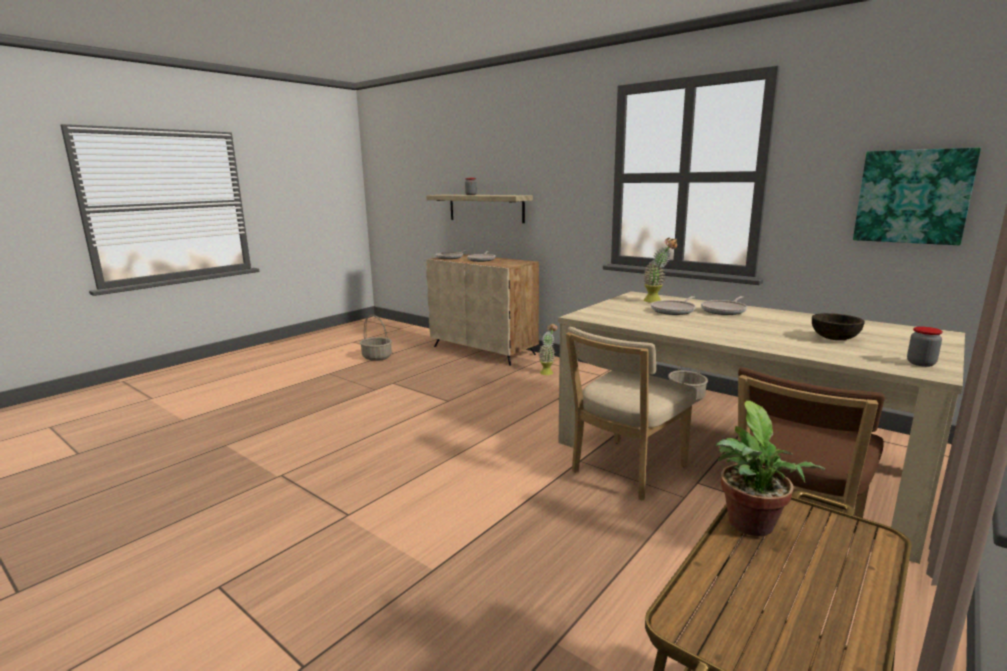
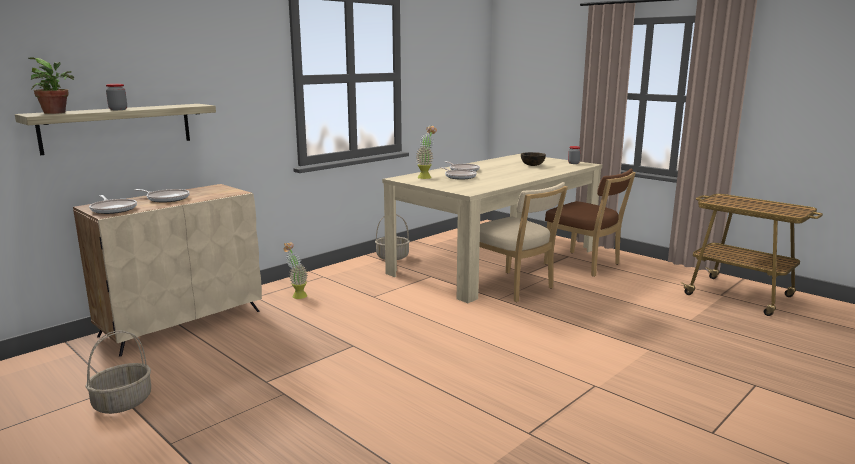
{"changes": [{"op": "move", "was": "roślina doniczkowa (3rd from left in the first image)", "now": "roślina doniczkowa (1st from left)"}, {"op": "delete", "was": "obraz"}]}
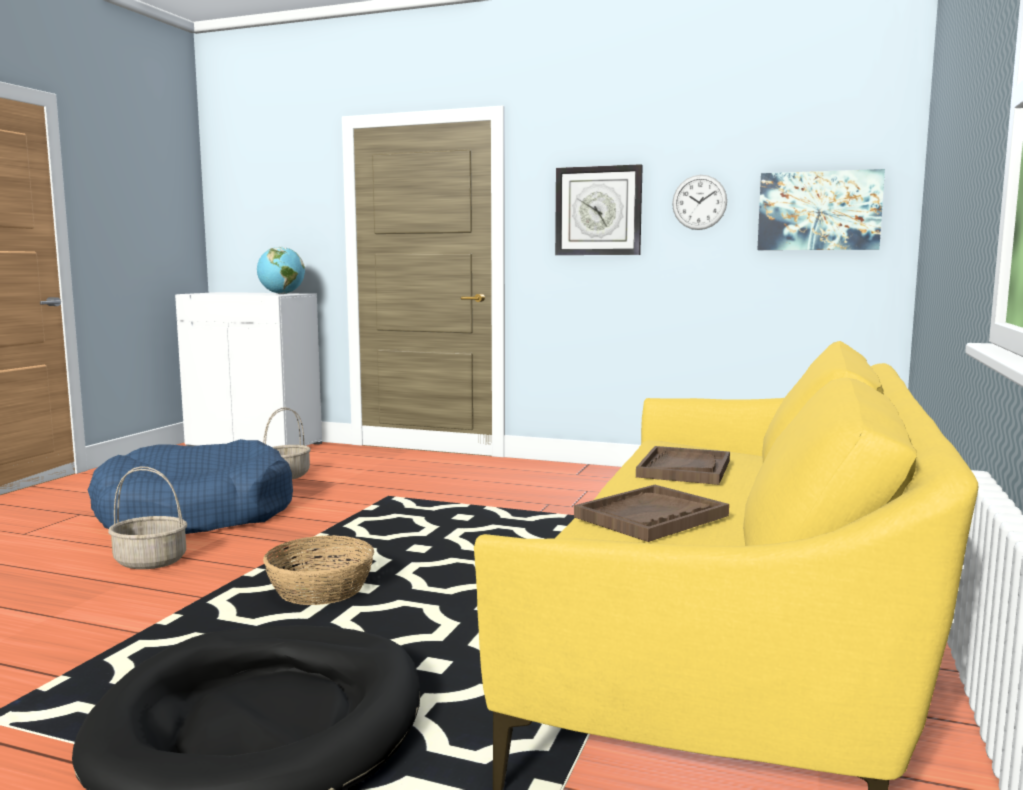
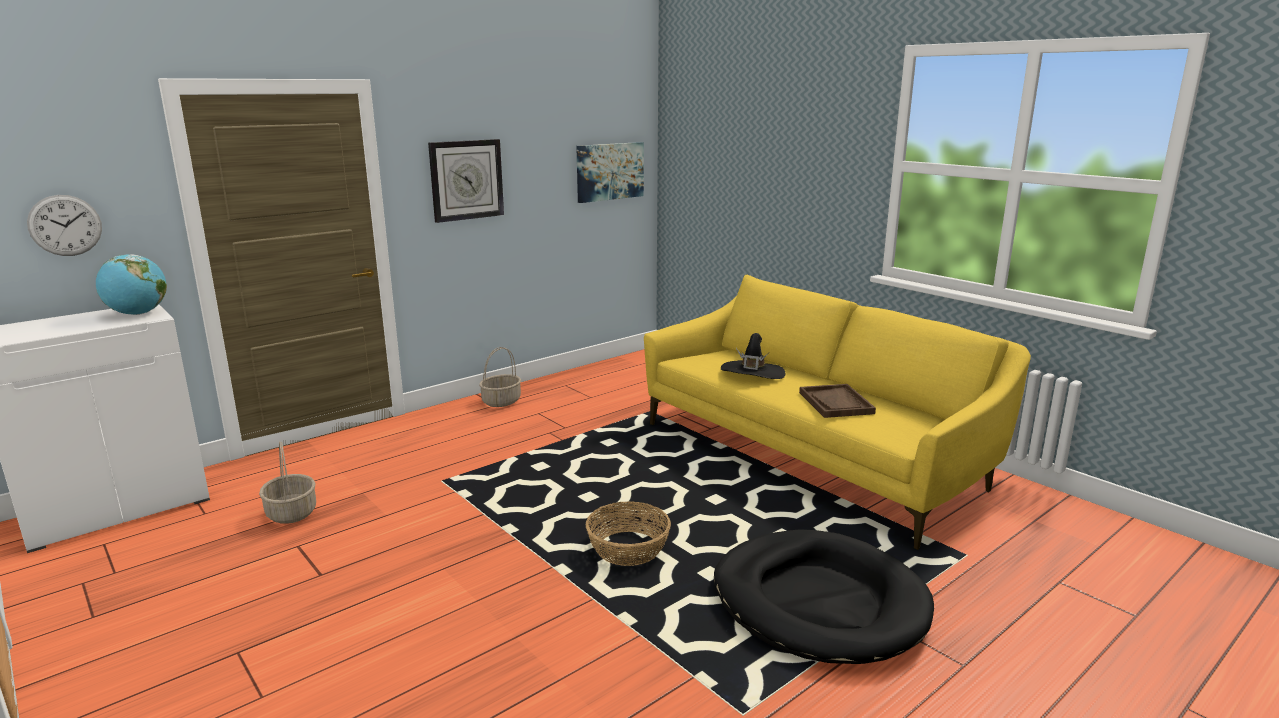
{"changes": [{"op": "delete", "was": "legowisko [niebieski]"}, {"op": "move", "was": "koszyk (1st from left in the first image)", "now": "koszyk (2nd from left)"}, {"op": "replace", "was": "taca [brązowy] (2nd from left)", "now": "kapelusz [czarny]"}, {"op": "move", "was": "zegar ścienny (2nd from left in the first image)", "now": "zegar ścienny (1st from left)"}]}
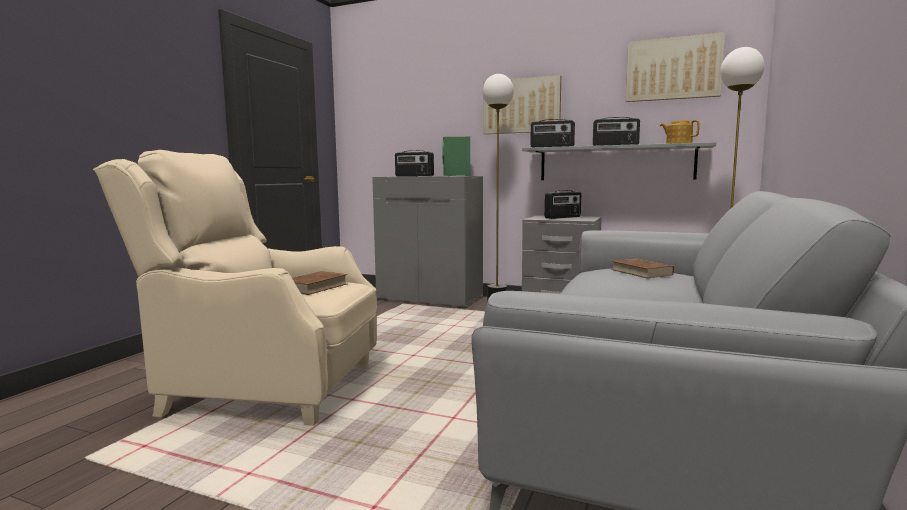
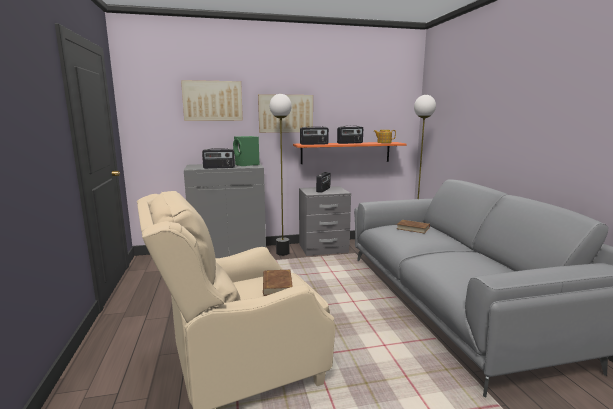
{"changes": [{"op": "recolor", "was": "półka [szary]", "now": "półka [pomarańczowy]"}, {"op": "move", "was": "obraz (2nd from left in the first image)", "now": "obraz (1st from left)"}]}
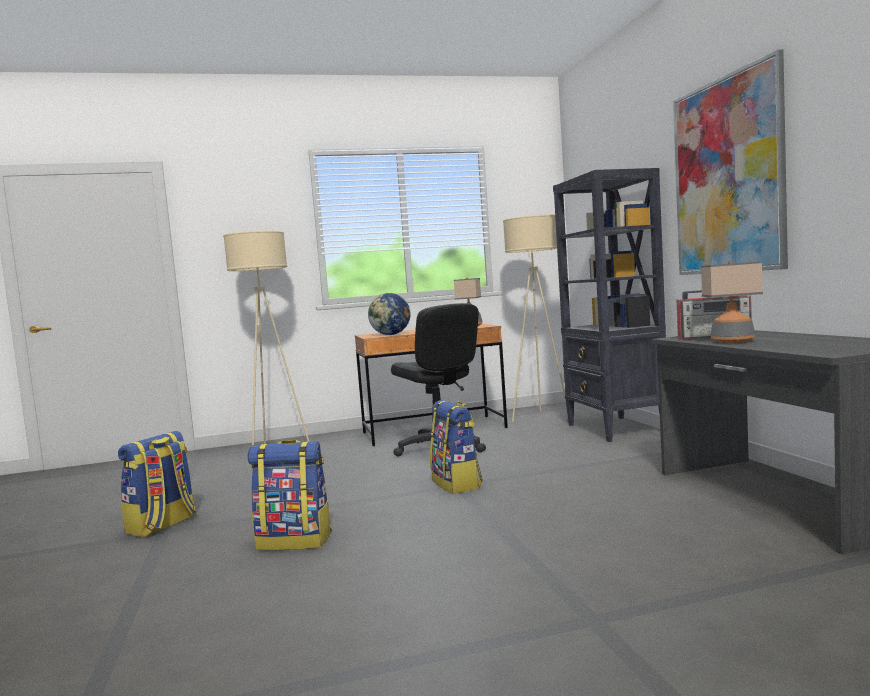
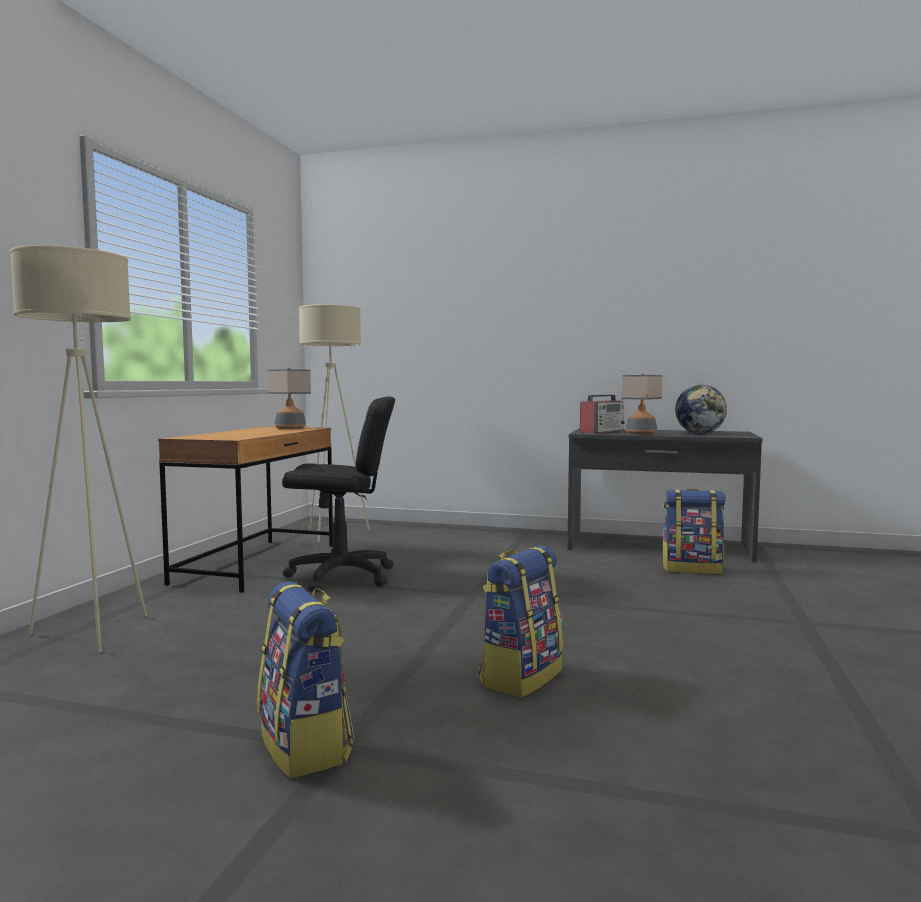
{"changes": [{"op": "move", "was": "globus"}, {"op": "move", "was": "plecak (3rd from left)"}, {"op": "delete", "was": "regał [czarny]"}, {"op": "delete", "was": "obraz"}]}
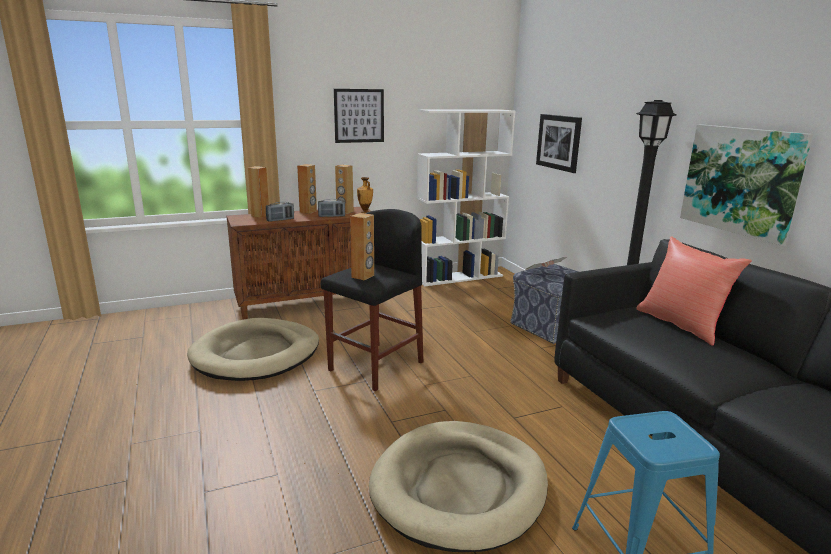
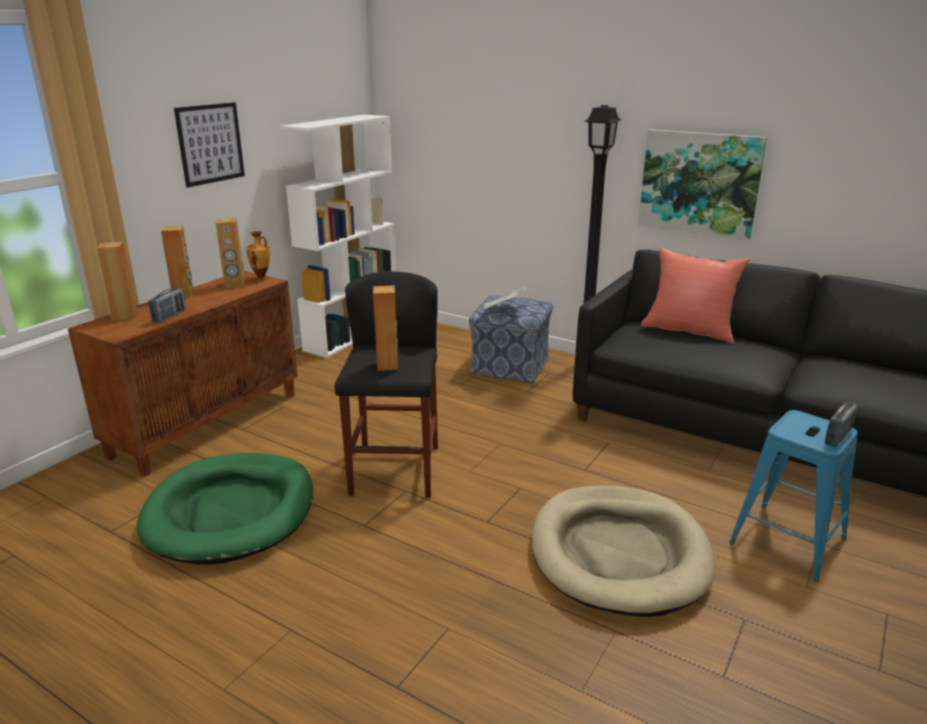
{"changes": [{"op": "recolor", "was": "legowisko [beżowy] (1st from left)", "now": "legowisko [zielony]"}, {"op": "move", "was": "radio (2nd from left)"}, {"op": "delete", "was": "obraz (2nd from left)"}]}
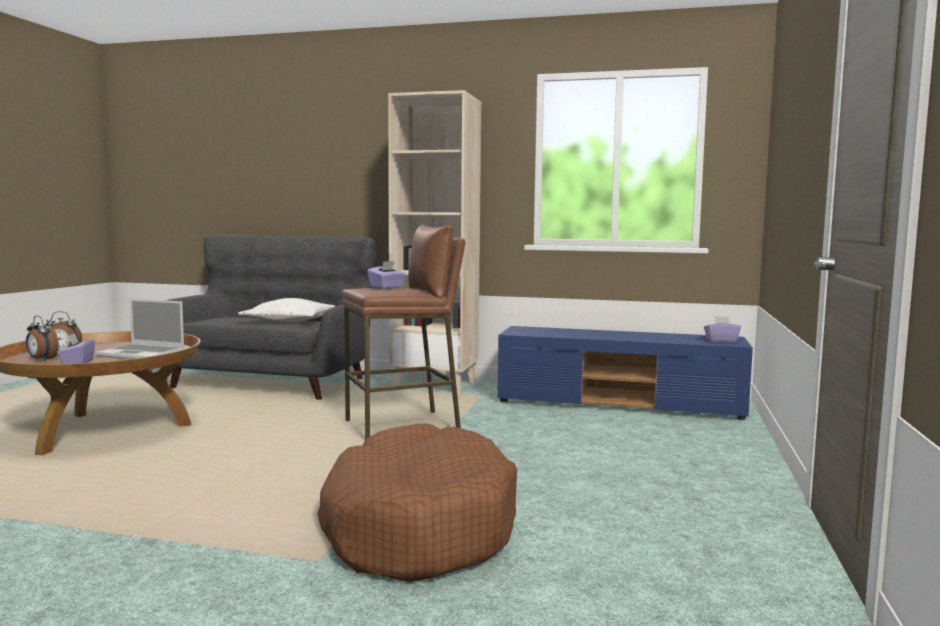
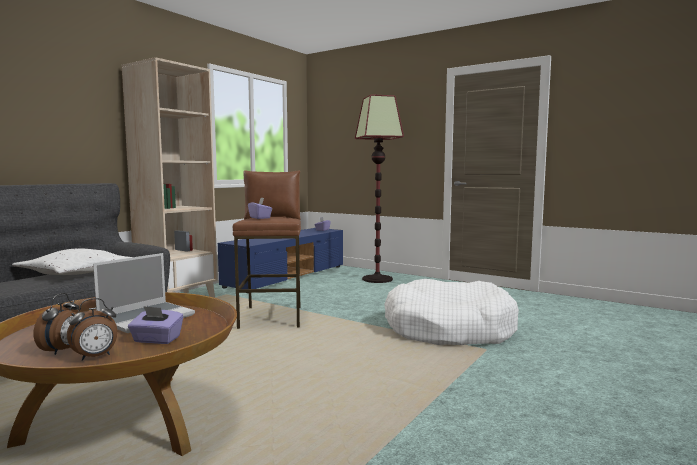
{"changes": [{"op": "recolor", "was": "legowisko [brązowy]", "now": "legowisko [biały]"}, {"op": "insert", "now": "lampa stojąca"}]}
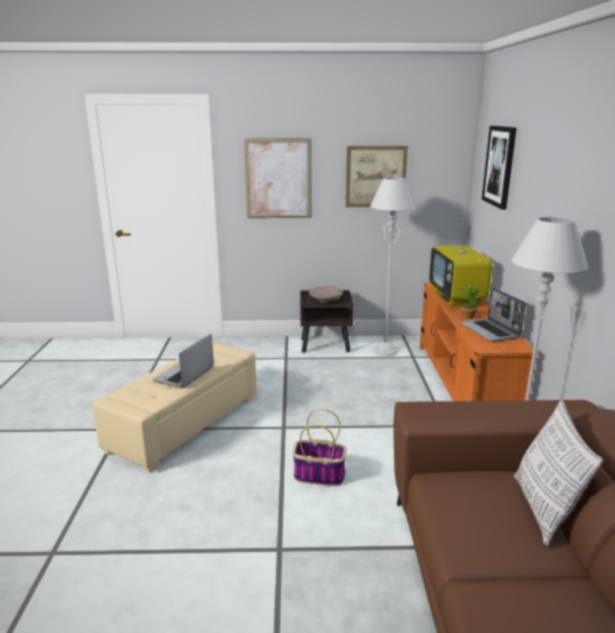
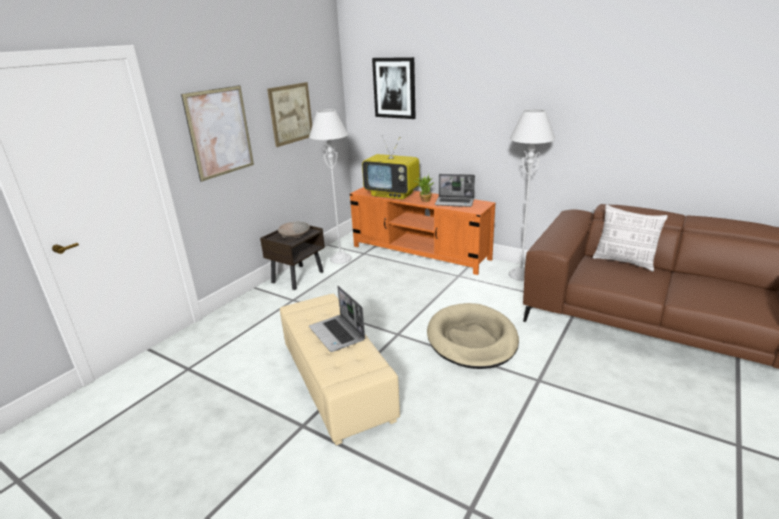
{"changes": [{"op": "replace", "was": "koszyk", "now": "legowisko [beżowy]"}]}
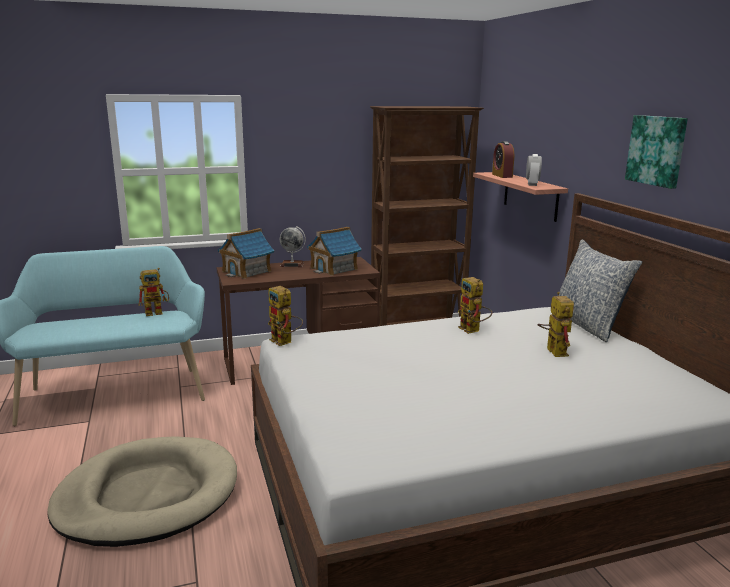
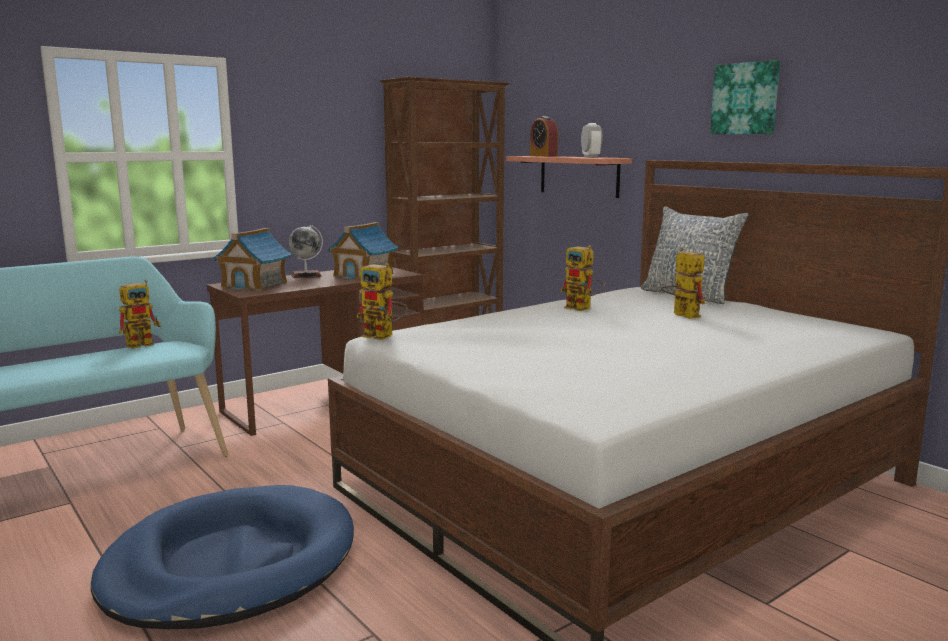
{"changes": [{"op": "recolor", "was": "legowisko [beżowy]", "now": "legowisko [niebieski]"}]}
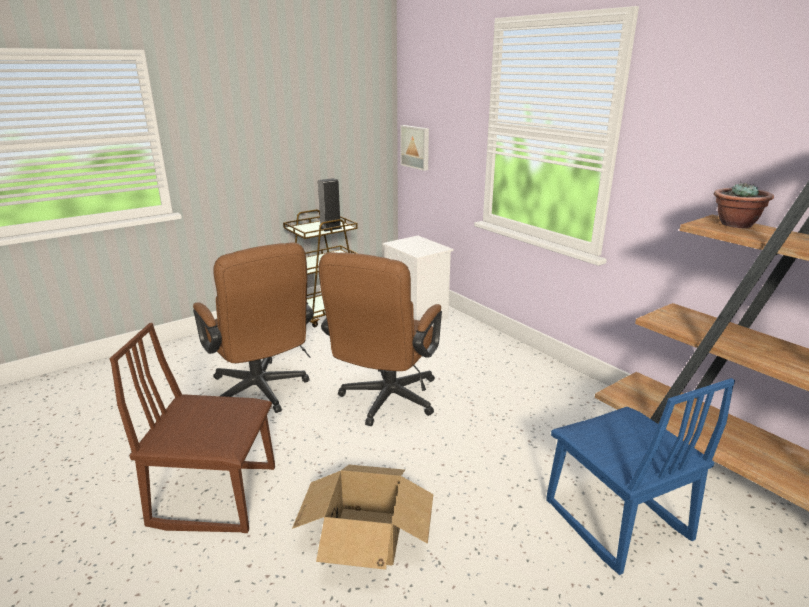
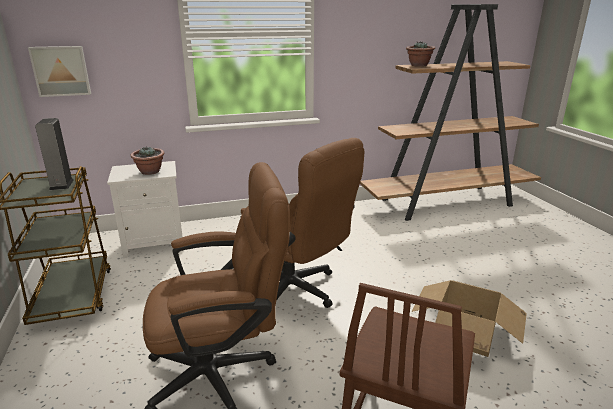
{"changes": [{"op": "delete", "was": "krzesło [niebieski]"}, {"op": "insert", "now": "roślina doniczkowa (1st from left)"}]}
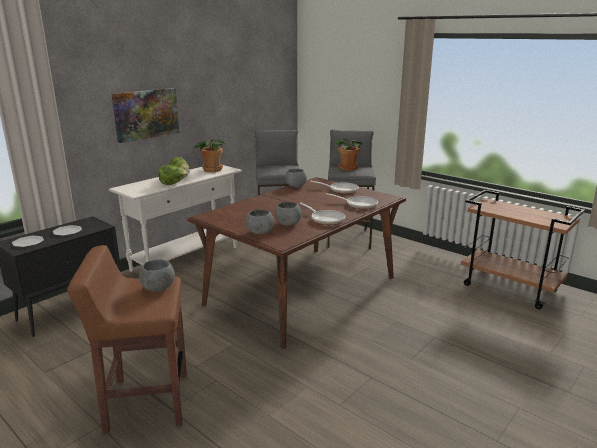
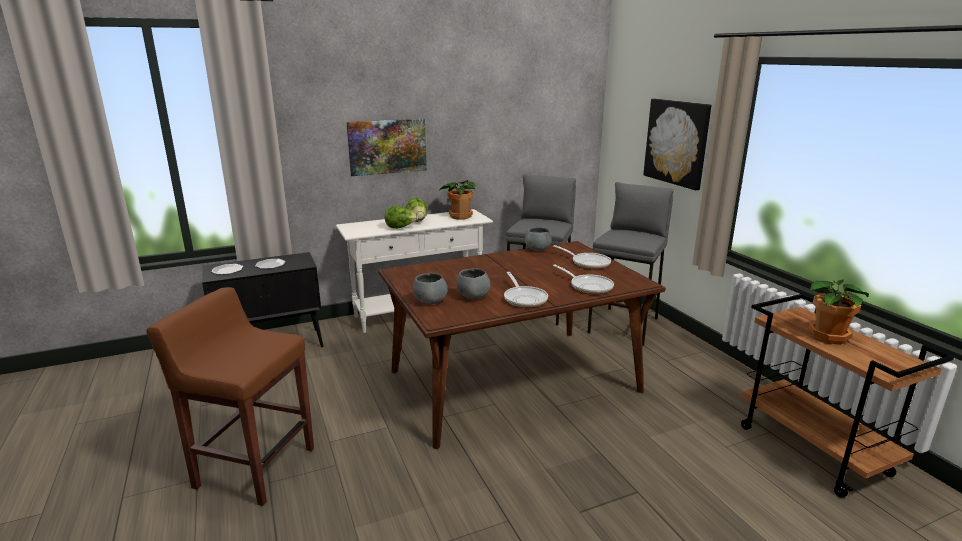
{"changes": [{"op": "delete", "was": "miska [szary] (1st from left)"}, {"op": "move", "was": "roślina doniczkowa (2nd from left)"}, {"op": "insert", "now": "obraz (2nd from left)"}]}
